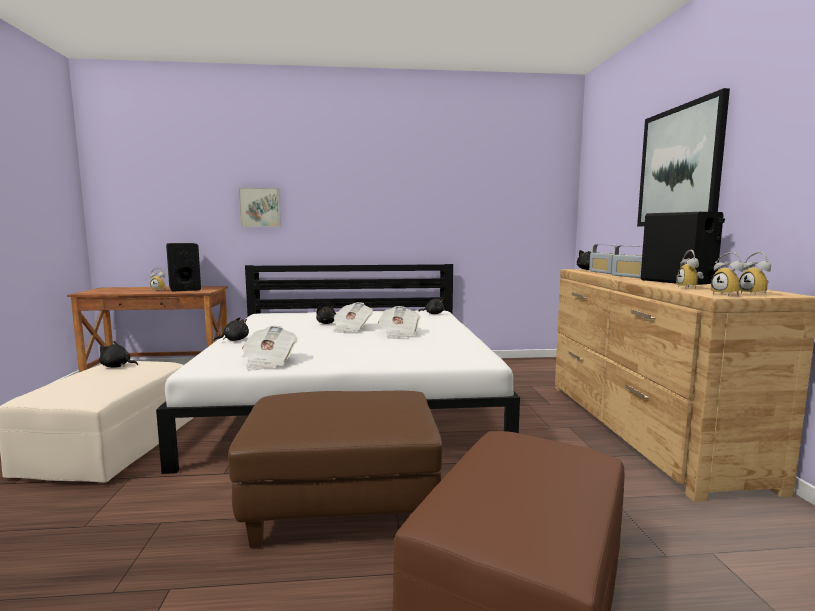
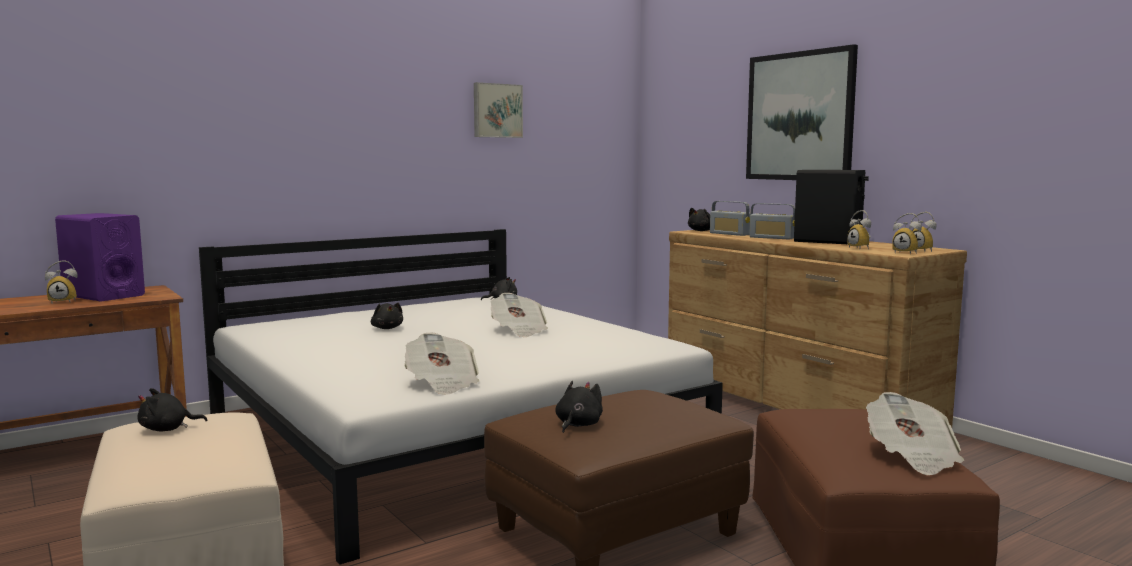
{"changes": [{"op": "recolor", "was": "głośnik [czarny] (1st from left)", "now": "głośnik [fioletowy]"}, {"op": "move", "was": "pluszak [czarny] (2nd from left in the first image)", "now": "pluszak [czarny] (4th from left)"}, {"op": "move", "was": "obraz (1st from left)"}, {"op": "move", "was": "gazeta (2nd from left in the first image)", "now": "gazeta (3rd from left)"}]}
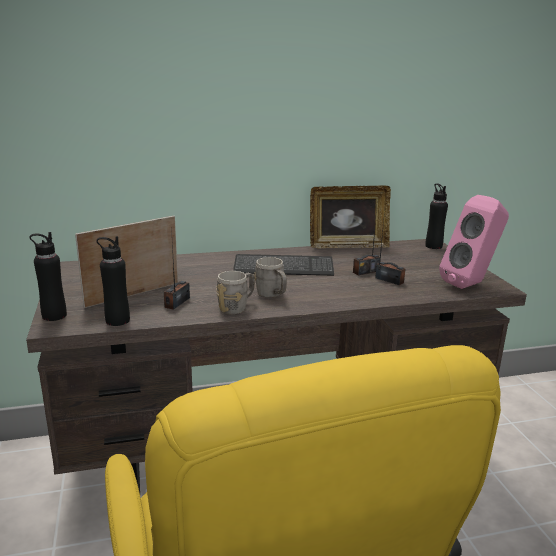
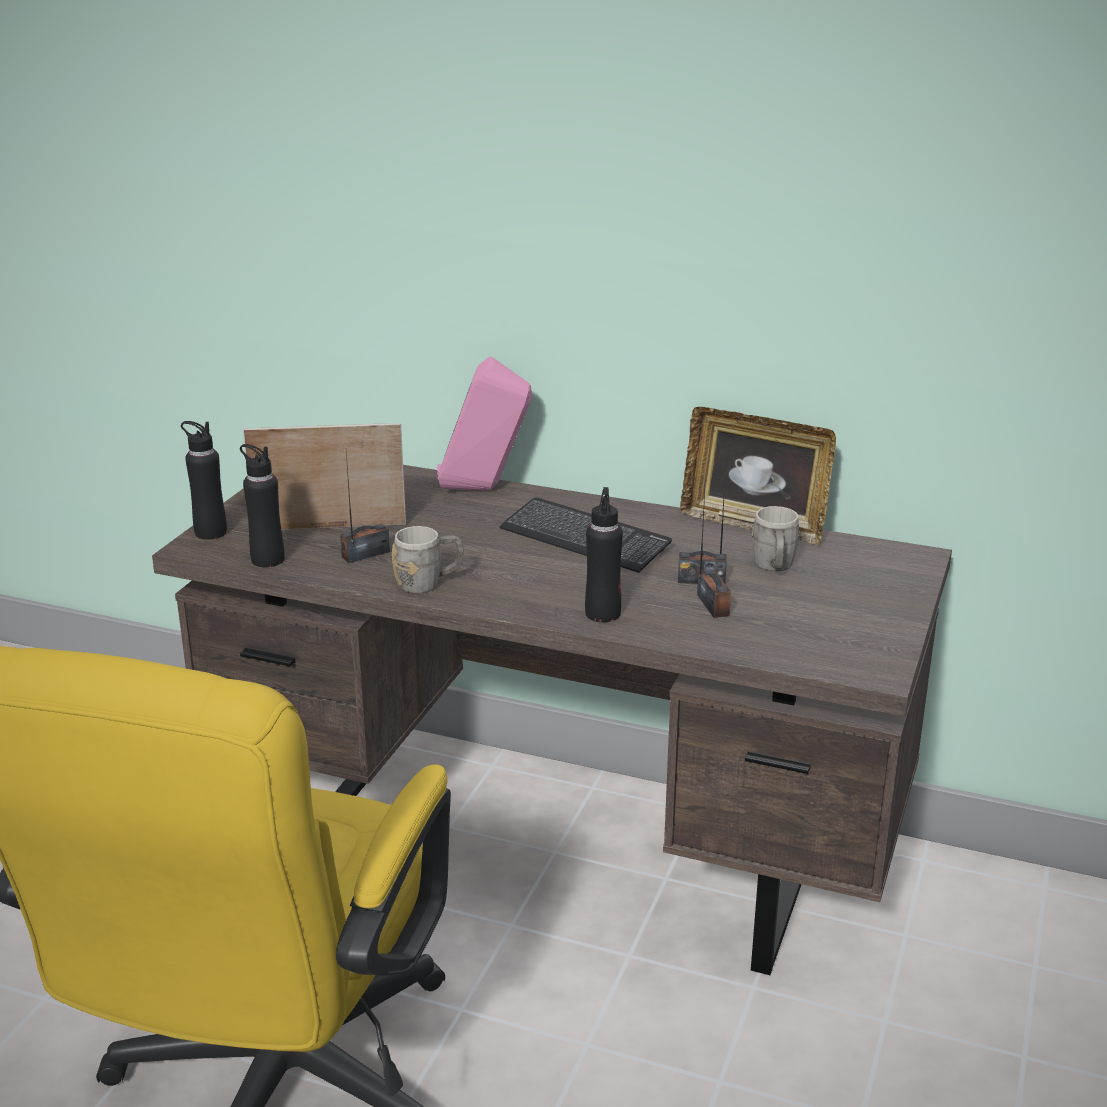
{"changes": [{"op": "move", "was": "kubek [szary] (2nd from left)"}, {"op": "move", "was": "butelka [czarny] (3rd from left)"}, {"op": "move", "was": "głośnik [różowy]"}]}
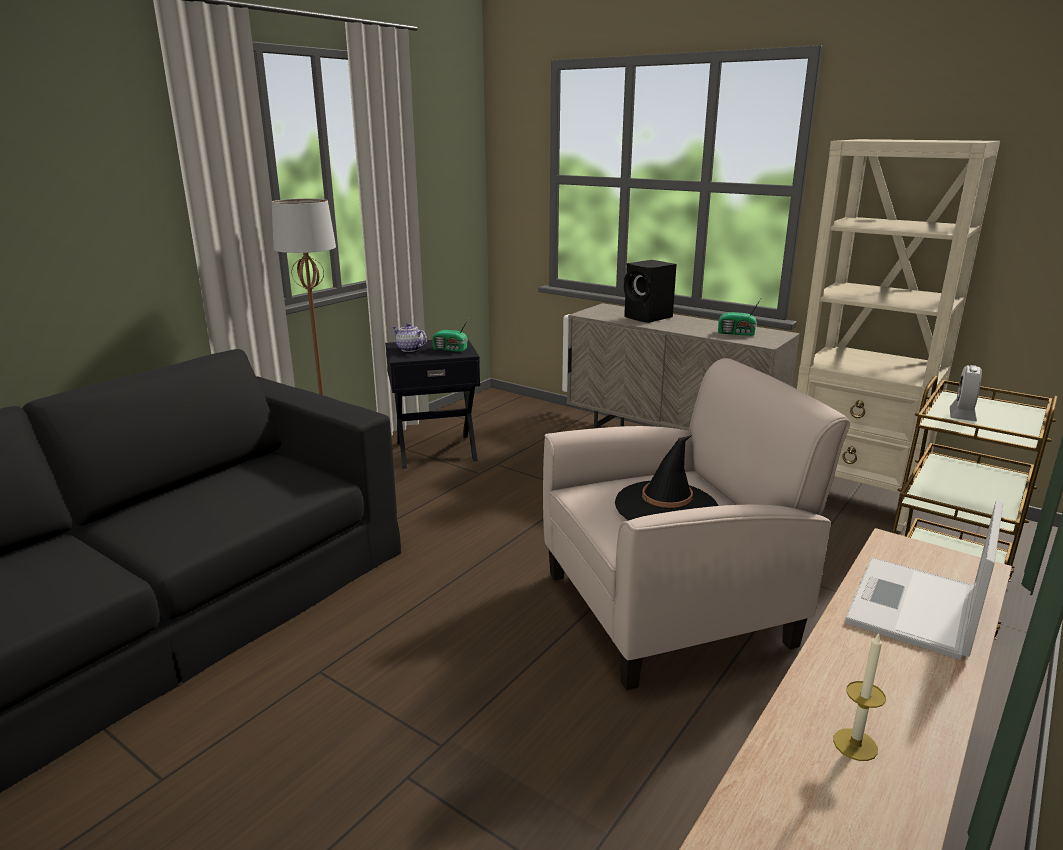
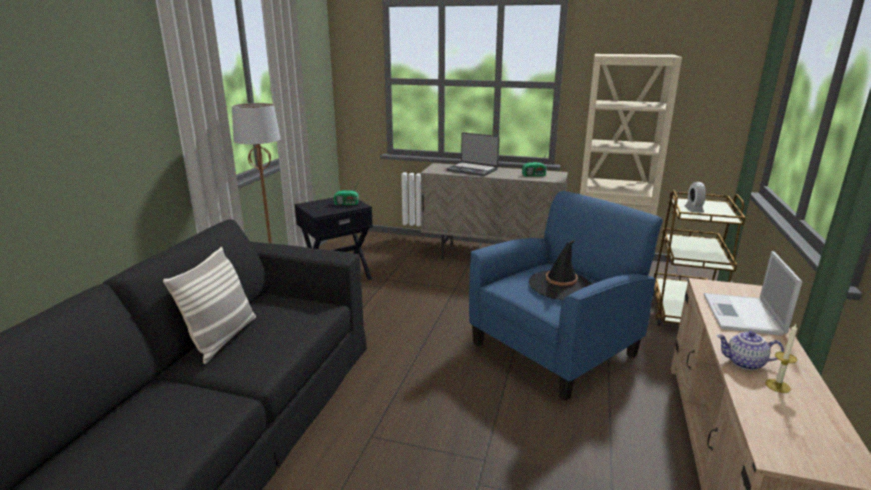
{"changes": [{"op": "move", "was": "imbryk"}, {"op": "recolor", "was": "fotel [beżowy]", "now": "fotel [niebieski]"}, {"op": "replace", "was": "głośnik [czarny]", "now": "laptop (1st from left)"}, {"op": "insert", "now": "poduszka"}]}
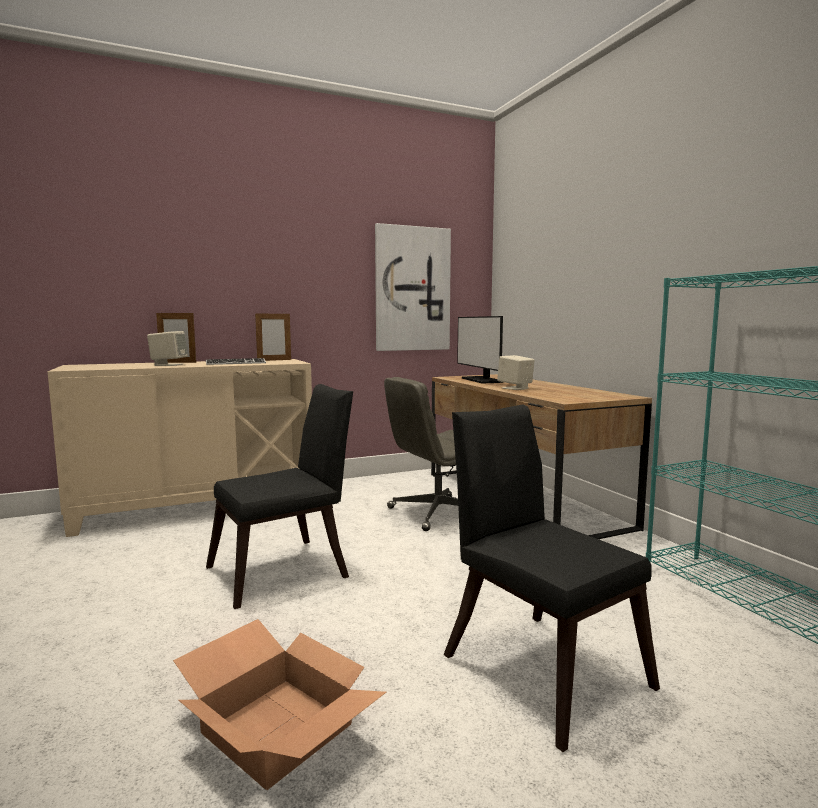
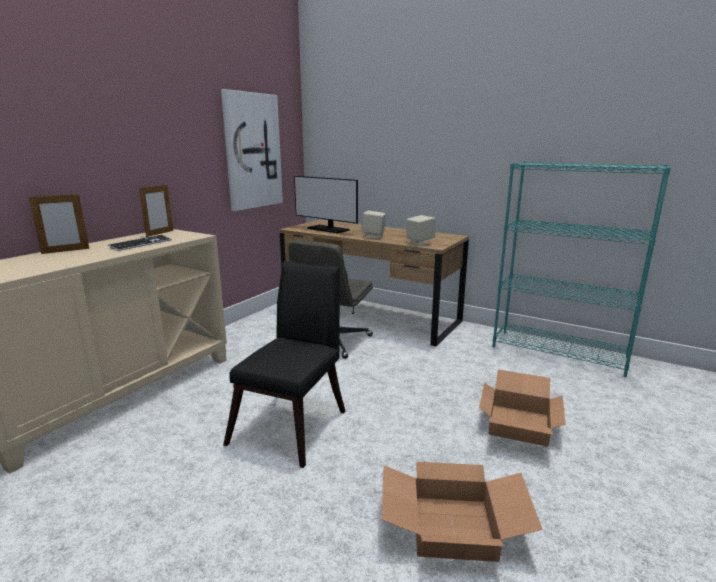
{"changes": [{"op": "move", "was": "głośnik [beżowy] (1st from left in the first image)", "now": "głośnik [beżowy] (2nd from left)"}, {"op": "replace", "was": "krzesło [czarny] (2nd from left)", "now": "karton (2nd from left)"}]}
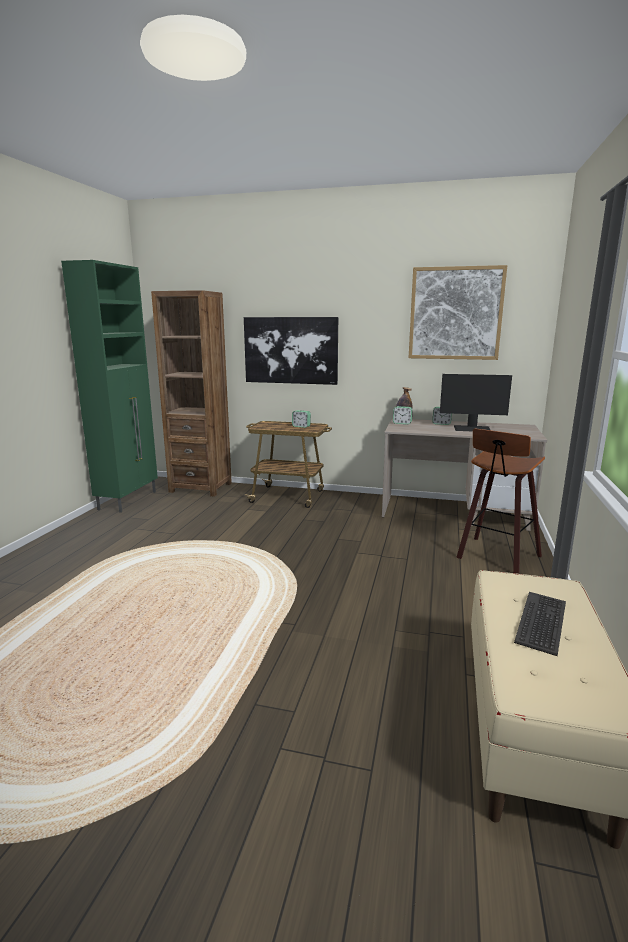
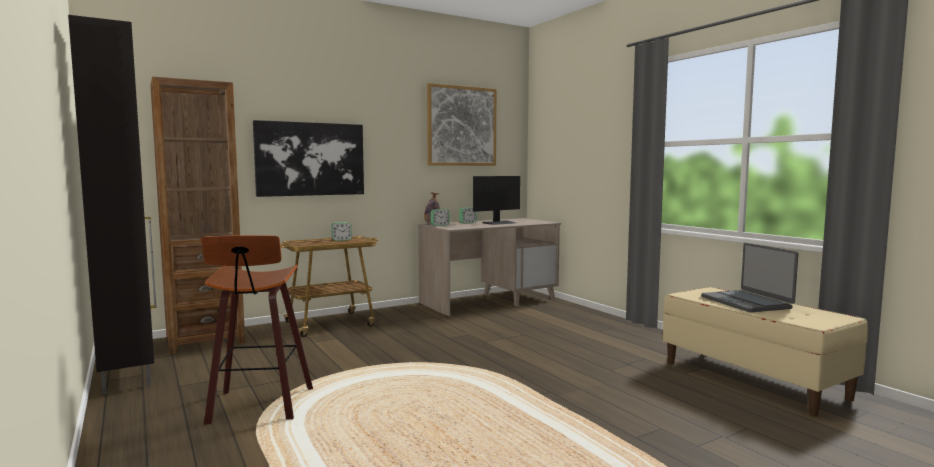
{"changes": [{"op": "recolor", "was": "szafka [zielony]", "now": "szafka [czarny]"}, {"op": "move", "was": "stołek"}, {"op": "replace", "was": "klawiatura", "now": "laptop"}]}
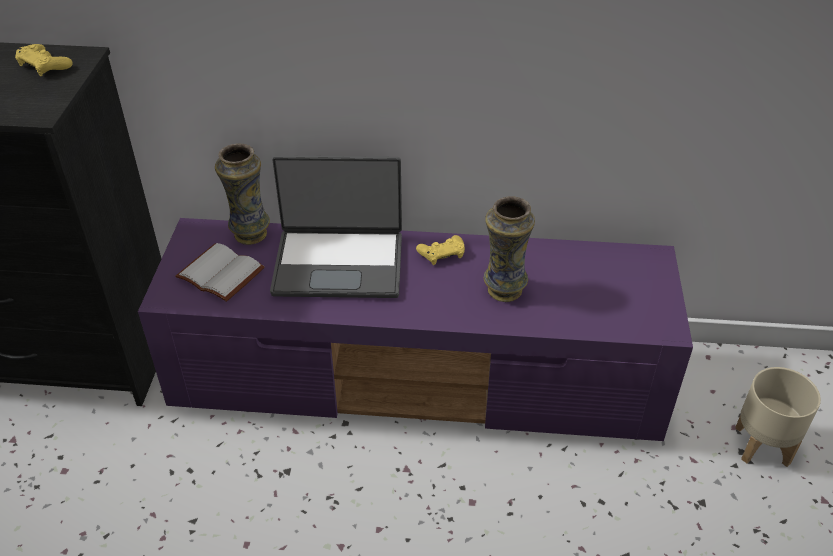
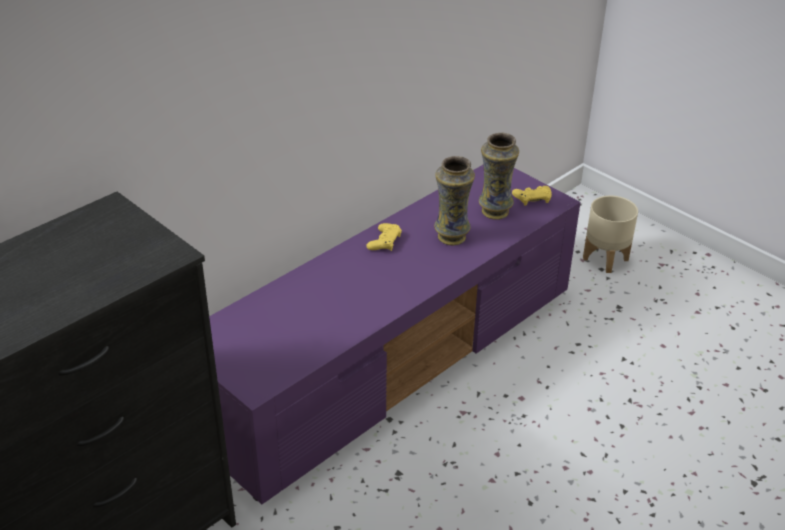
{"changes": [{"op": "move", "was": "pad do gier [żółty] (1st from left in the first image)", "now": "pad do gier [żółty] (2nd from left)"}, {"op": "delete", "was": "książka [biały]"}, {"op": "move", "was": "wazon (1st from left in the first image)", "now": "wazon (2nd from left)"}, {"op": "delete", "was": "laptop"}]}
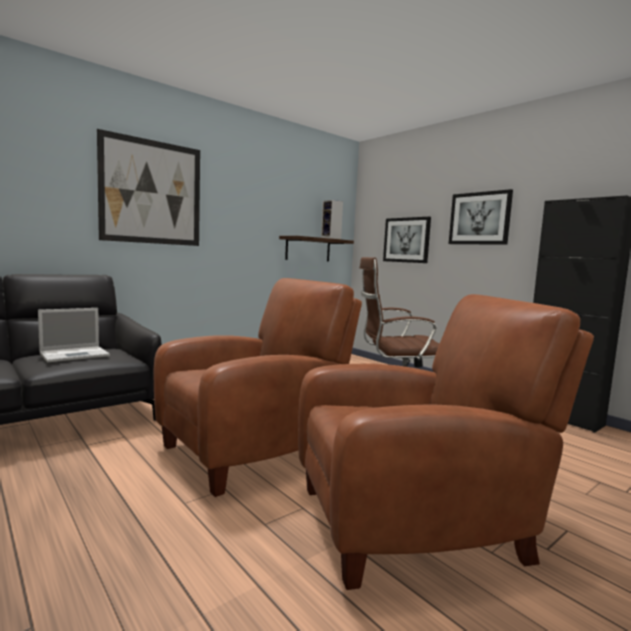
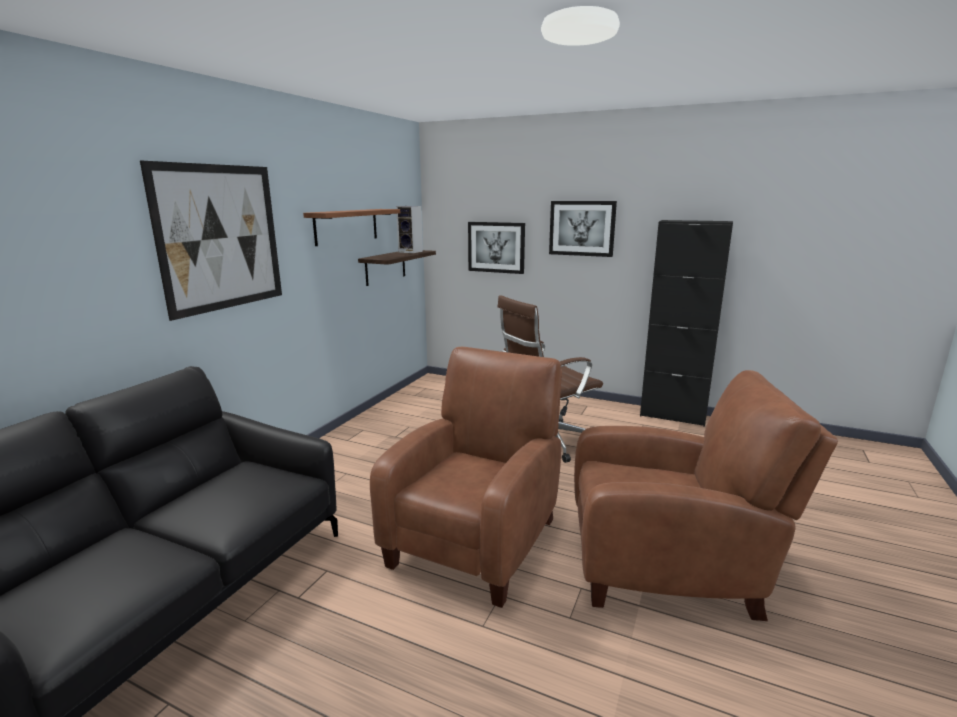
{"changes": [{"op": "delete", "was": "laptop"}, {"op": "rotate", "was": "fotel [brązowy] (2nd from left)", "clockwise": 45}, {"op": "insert", "now": "półka (1st from left)"}]}
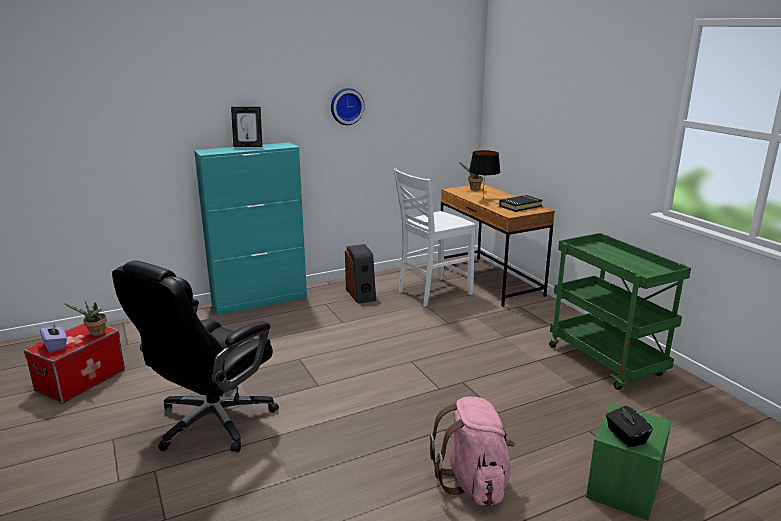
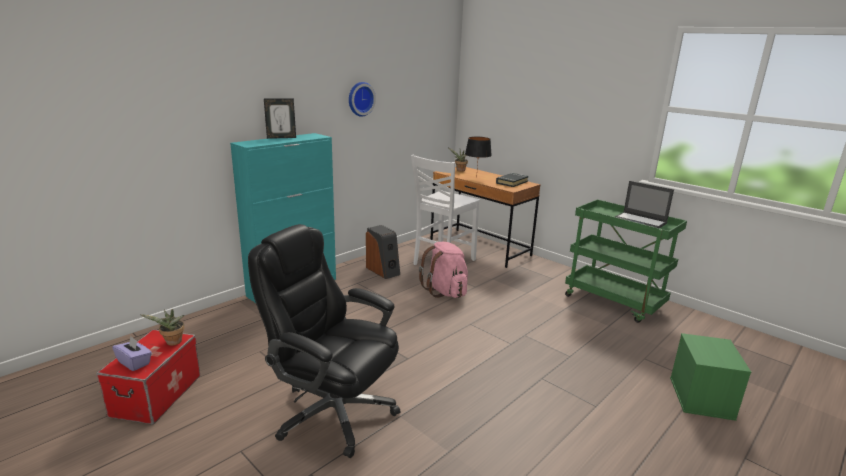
{"changes": [{"op": "rotate", "was": "krzesło biurowe [czarny]", "clockwise": 105}, {"op": "move", "was": "plecak [różowy]"}, {"op": "delete", "was": "pudełko chusteczek [czarny]"}, {"op": "insert", "now": "laptop"}]}
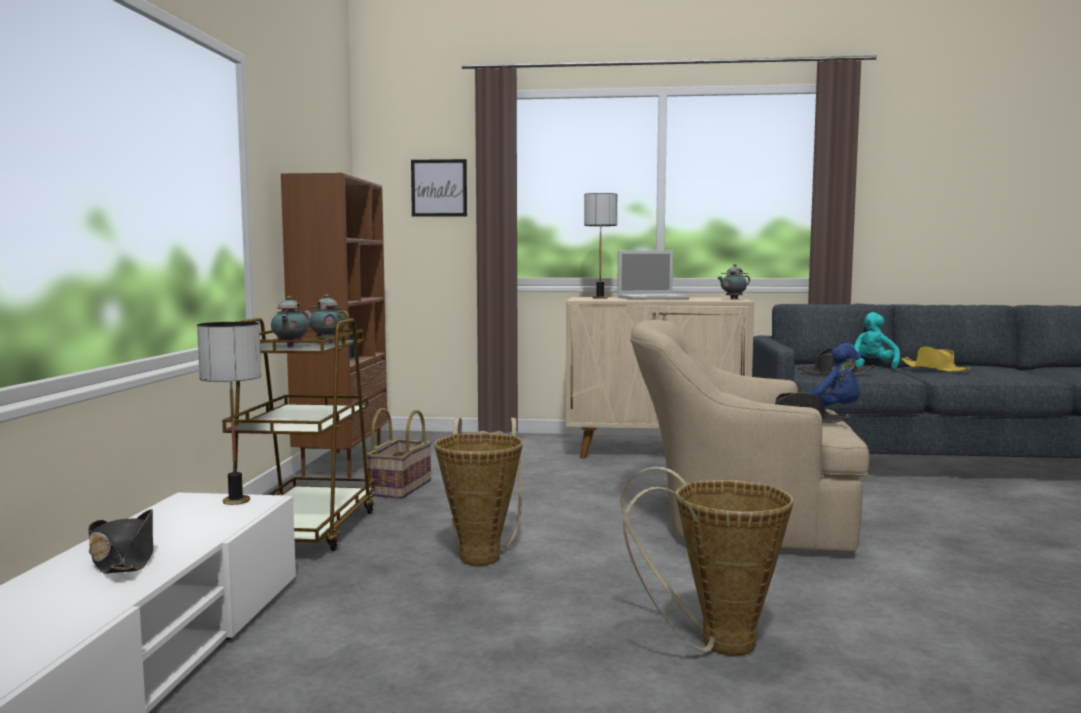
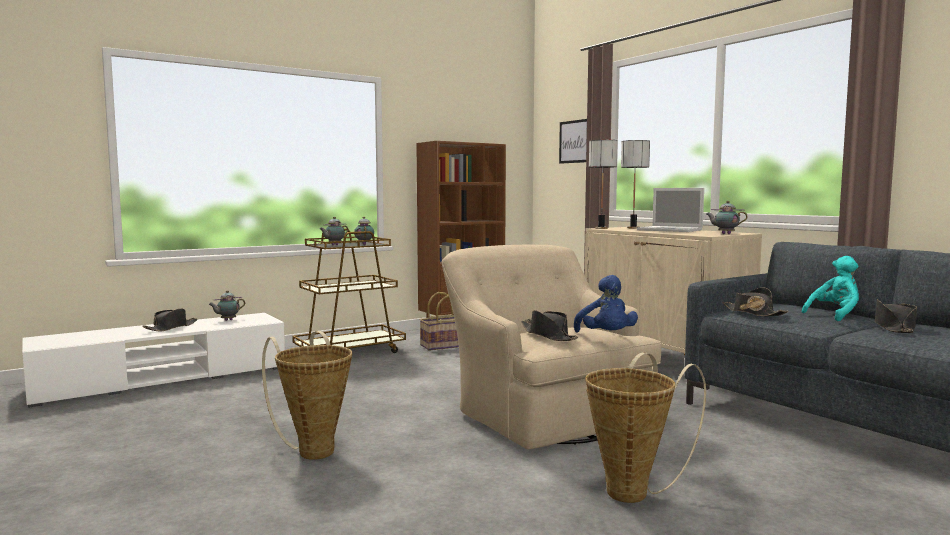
{"changes": [{"op": "move", "was": "lampa stołowa (1st from left)"}, {"op": "move", "was": "koszyk (2nd from left in the first image)", "now": "koszyk (3rd from left)"}, {"op": "recolor", "was": "kapelusz [żółty]", "now": "kapelusz [czarny] (4th from left)"}, {"op": "insert", "now": "imbryk (1st from left)"}]}
